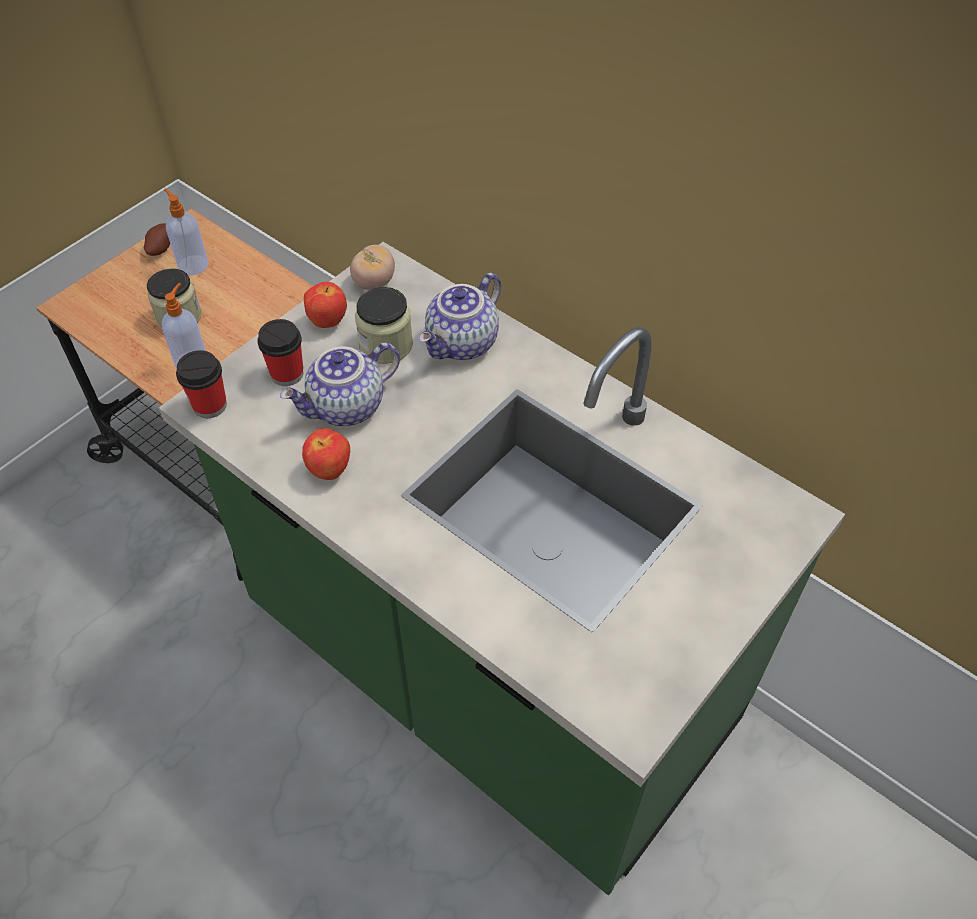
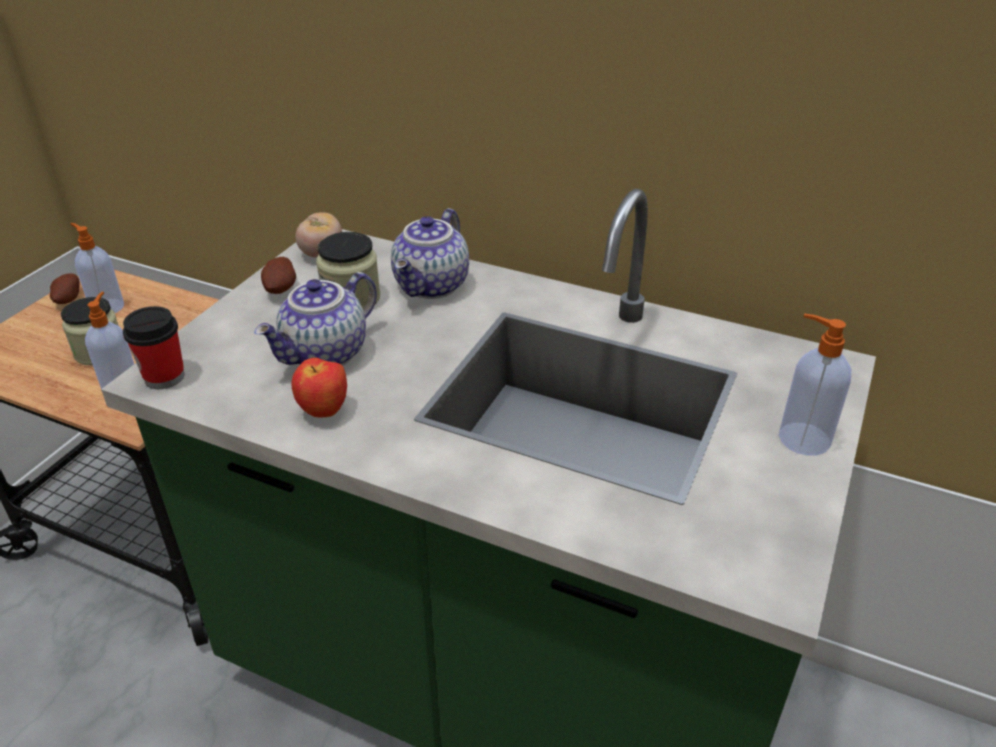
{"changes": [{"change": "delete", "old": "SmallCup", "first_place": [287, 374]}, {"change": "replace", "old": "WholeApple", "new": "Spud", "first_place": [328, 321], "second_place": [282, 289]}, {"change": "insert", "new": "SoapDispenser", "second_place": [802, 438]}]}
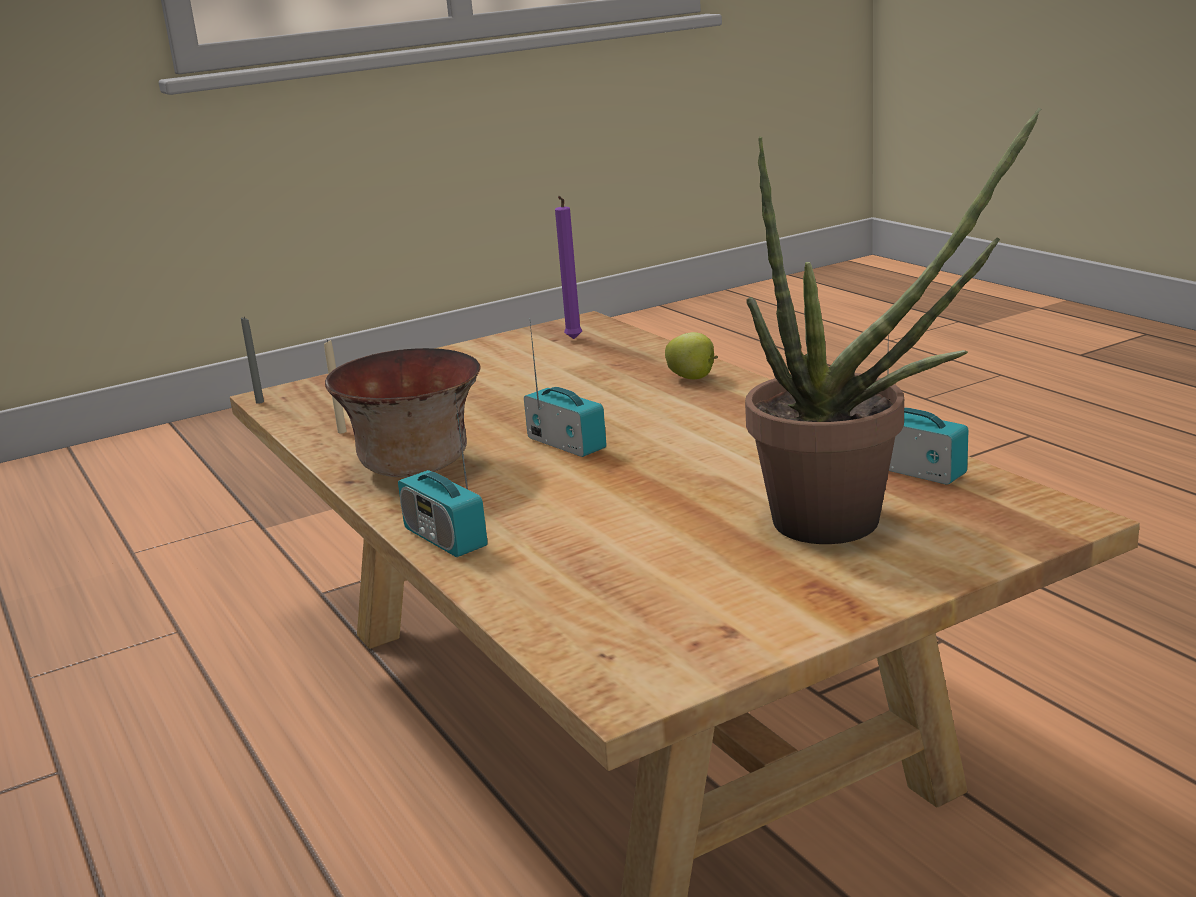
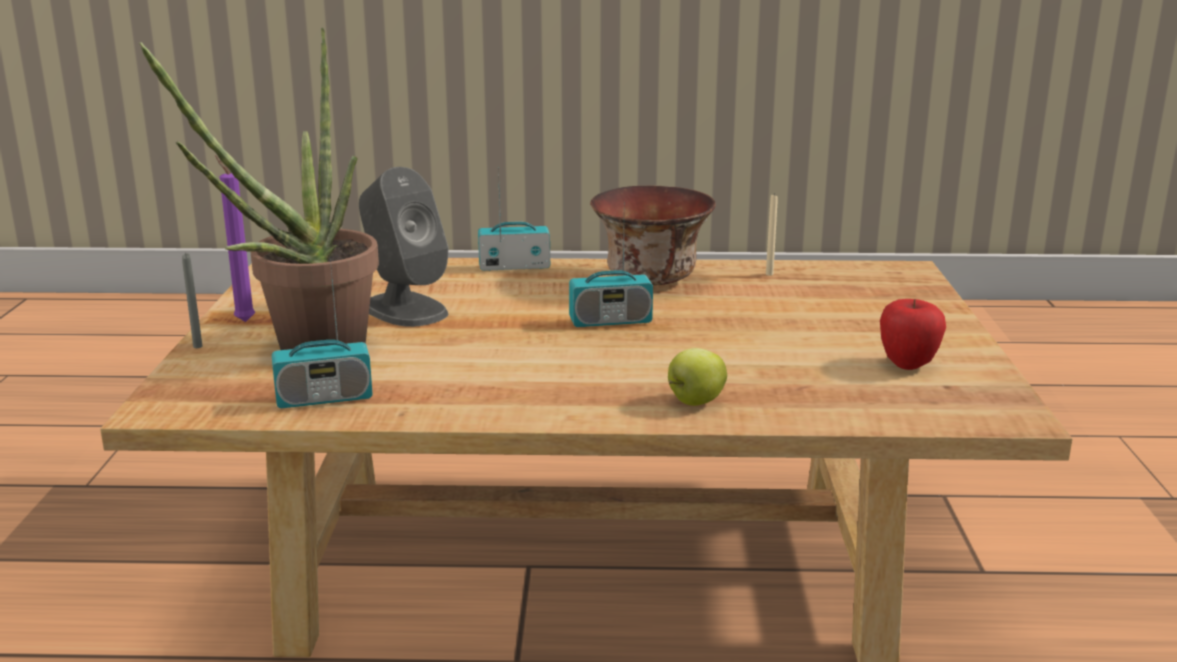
{"changes": [{"change": "move", "old": "GreyishWaxLight", "first_place": [260, 402], "second_place": [197, 346]}, {"change": "move", "old": "PurpleWaxLight", "first_place": [573, 340], "second_place": [243, 321]}, {"change": "insert", "new": "GreyishAudioSpeaker", "second_place": [404, 309]}, {"change": "insert", "new": "WholeApple", "second_place": [908, 364]}]}
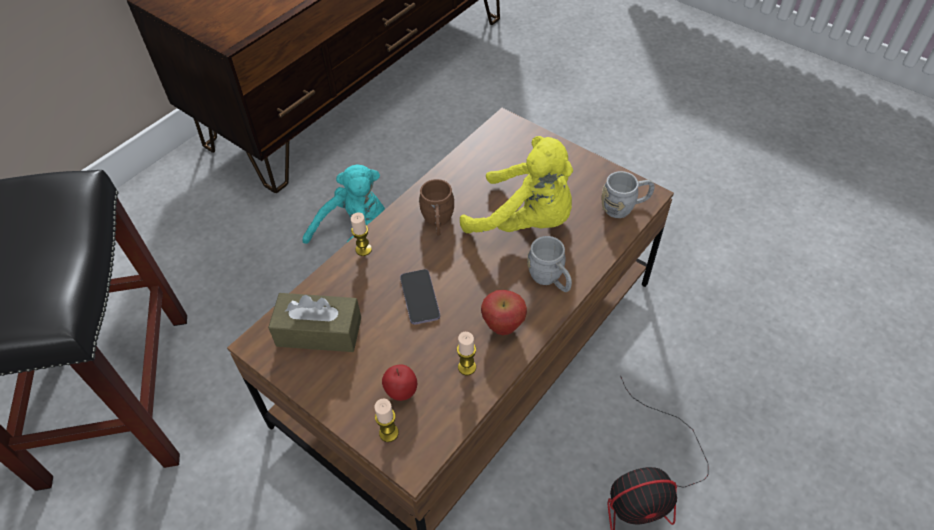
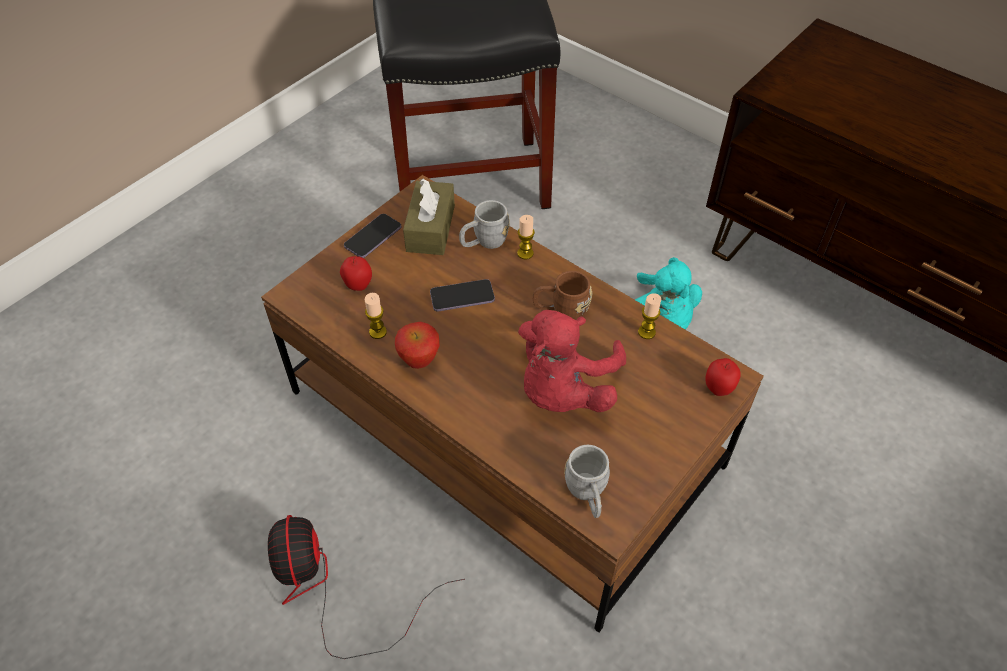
{"changes": [{"change": "move", "old": "WaxLight", "first_place": [389, 433], "second_place": [646, 332]}, {"change": "recolor", "old": "YellowishSoftToy", "new": "RedColouredSoftToy", "first_place": [525, 221], "second_place": [563, 389]}, {"change": "move", "old": "GreyishMug", "first_place": [550, 280], "second_place": [484, 242]}, {"change": "insert", "new": "Phone", "second_place": [373, 237]}, {"change": "insert", "new": "WholeApple", "second_place": [718, 388]}]}
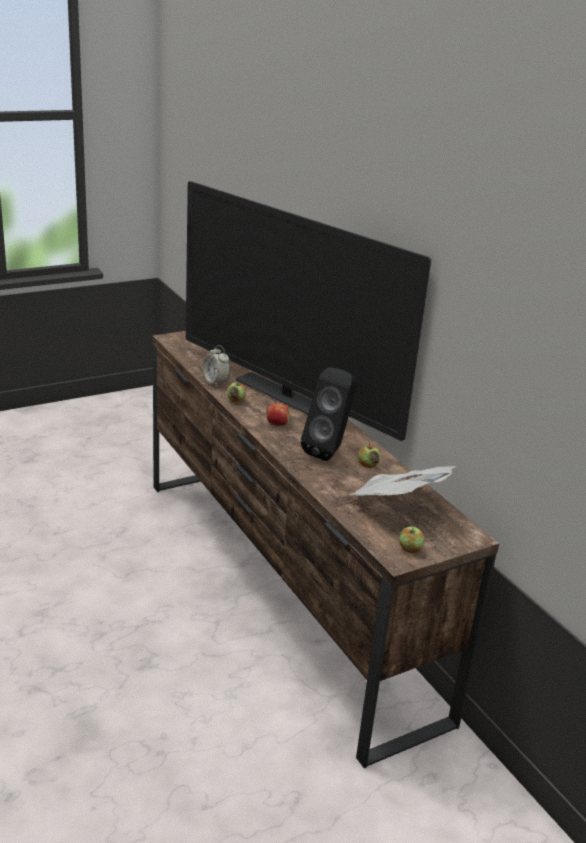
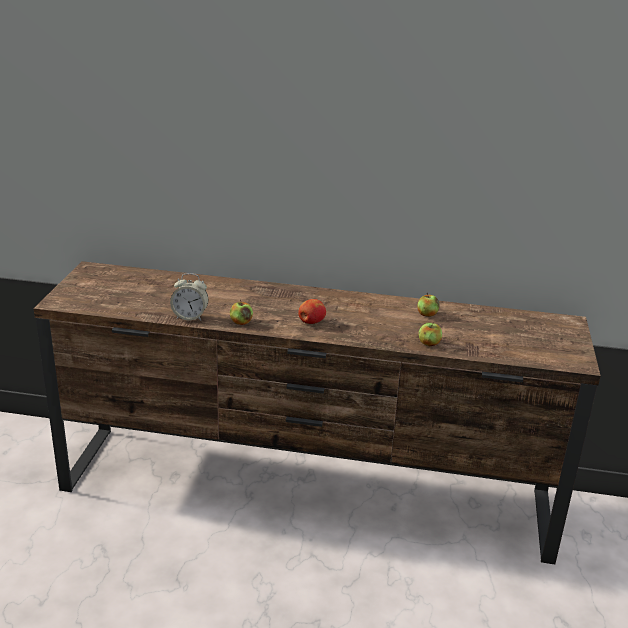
{"changes": [{"change": "delete", "old": "Tv", "first_place": [286, 397]}, {"change": "delete", "old": "BlackAudioSpeaker", "first_place": [329, 451]}, {"change": "delete", "old": "Newspaper", "first_place": [398, 503]}, {"change": "move", "old": "WholeApple", "first_place": [410, 549], "second_place": [429, 343]}]}
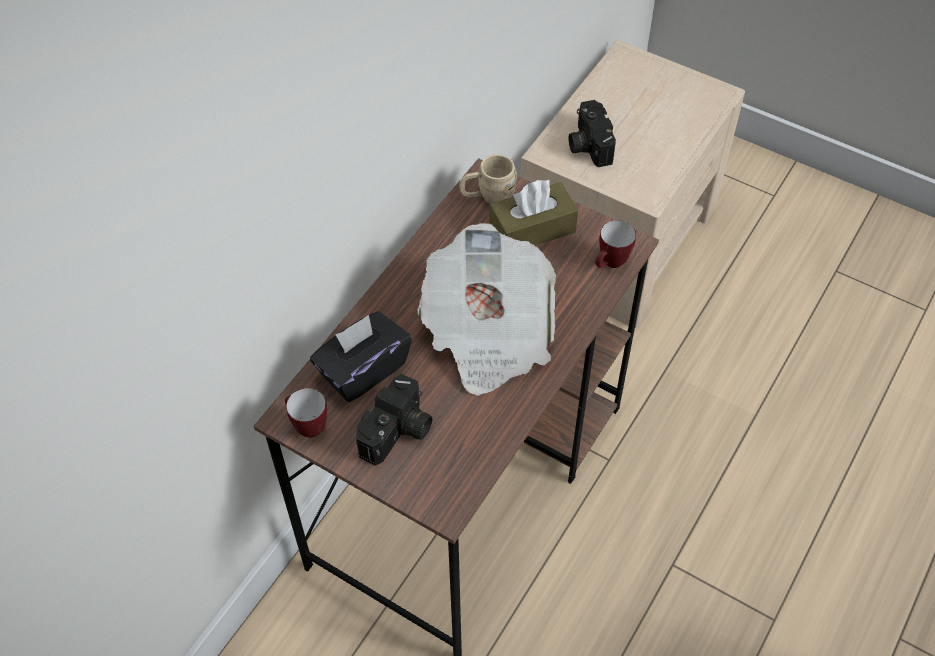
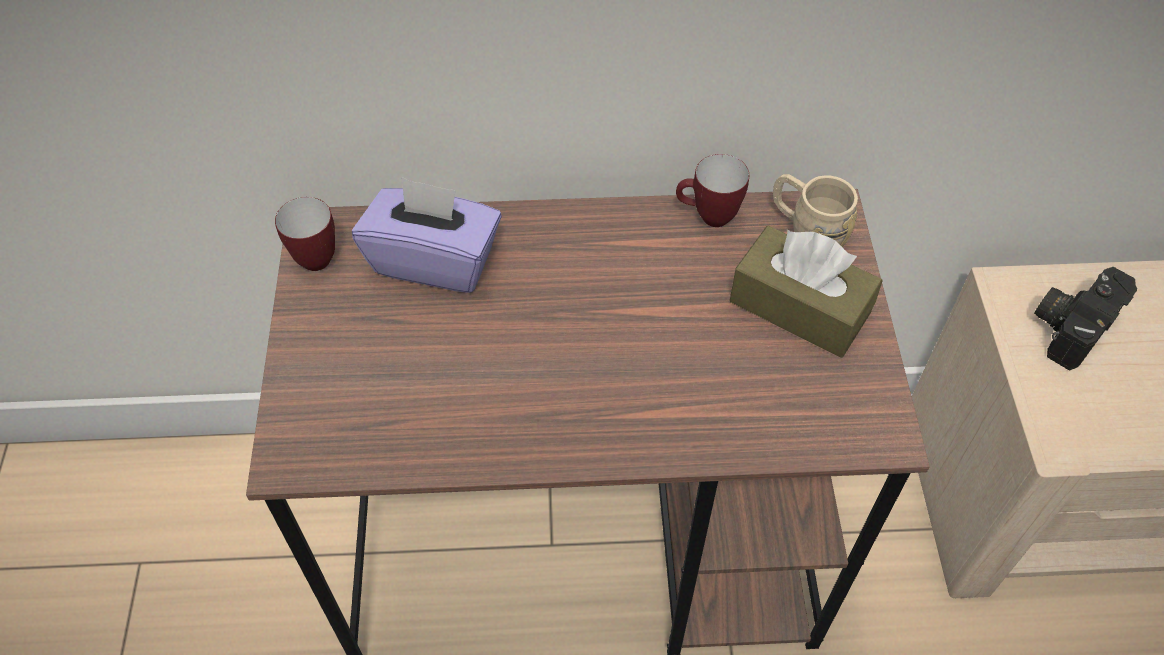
{"changes": [{"change": "recolor", "old": "BlackTissueBox", "new": "PurpleTissueBox", "first_place": [363, 370], "second_place": [435, 260]}, {"change": "delete", "old": "PhotoCamera", "first_place": [398, 433]}, {"change": "delete", "old": "Newspaper", "first_place": [488, 333]}, {"change": "move", "old": "Mug", "first_place": [610, 264], "second_place": [707, 217]}]}
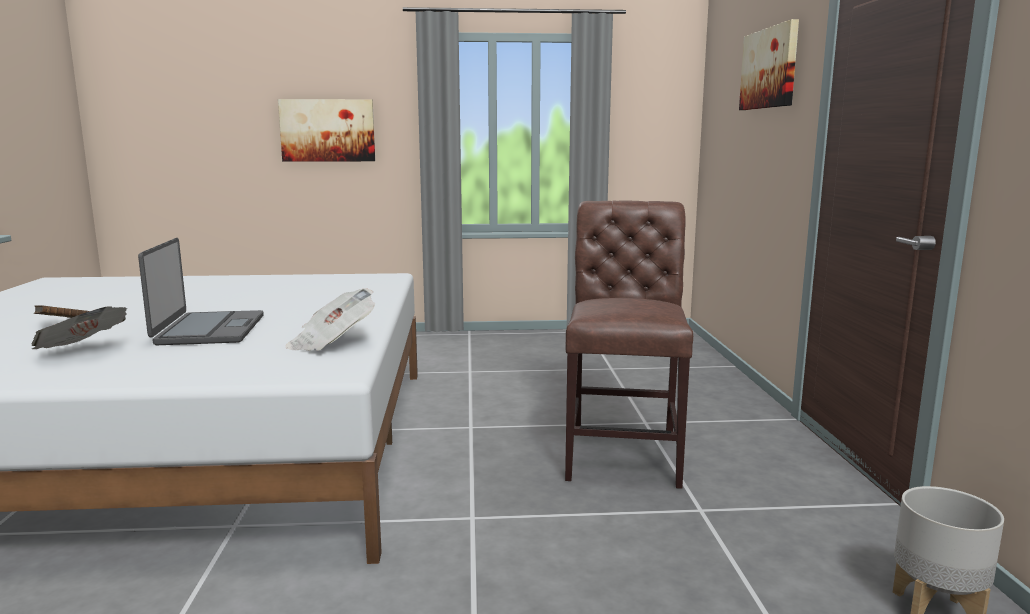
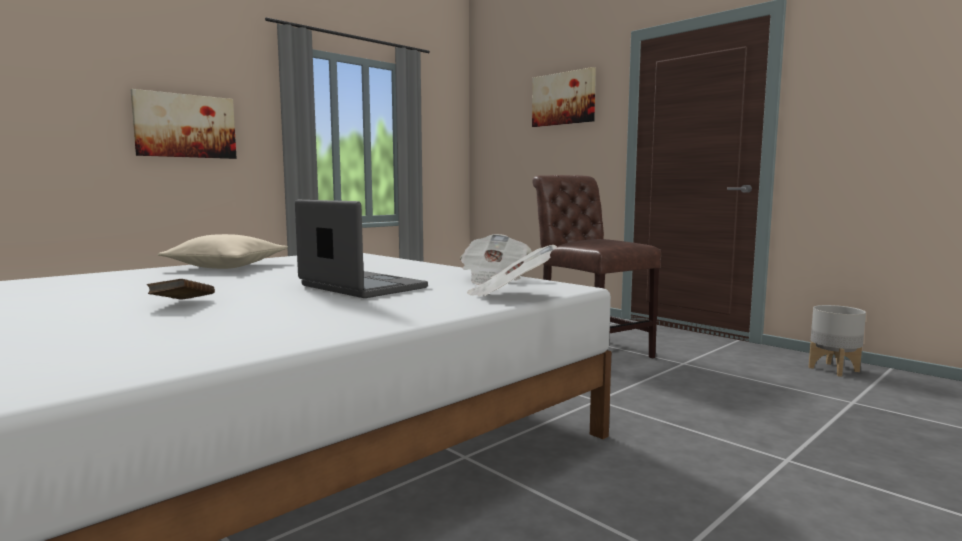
{"changes": [{"change": "move", "old": "Newspaper", "first_place": [83, 352], "second_place": [510, 295]}, {"change": "insert", "new": "BeigePillow", "second_place": [227, 266]}]}
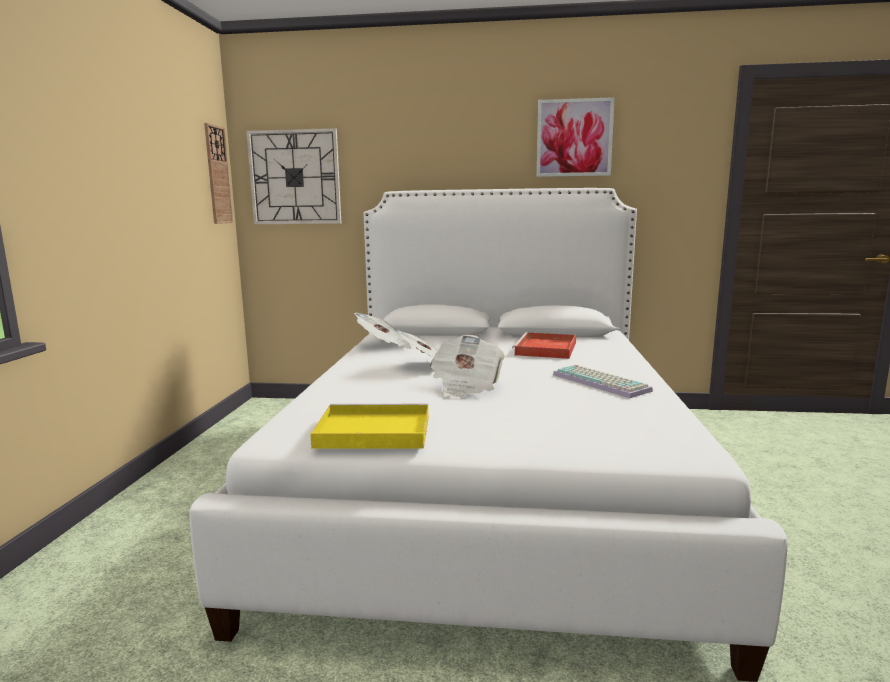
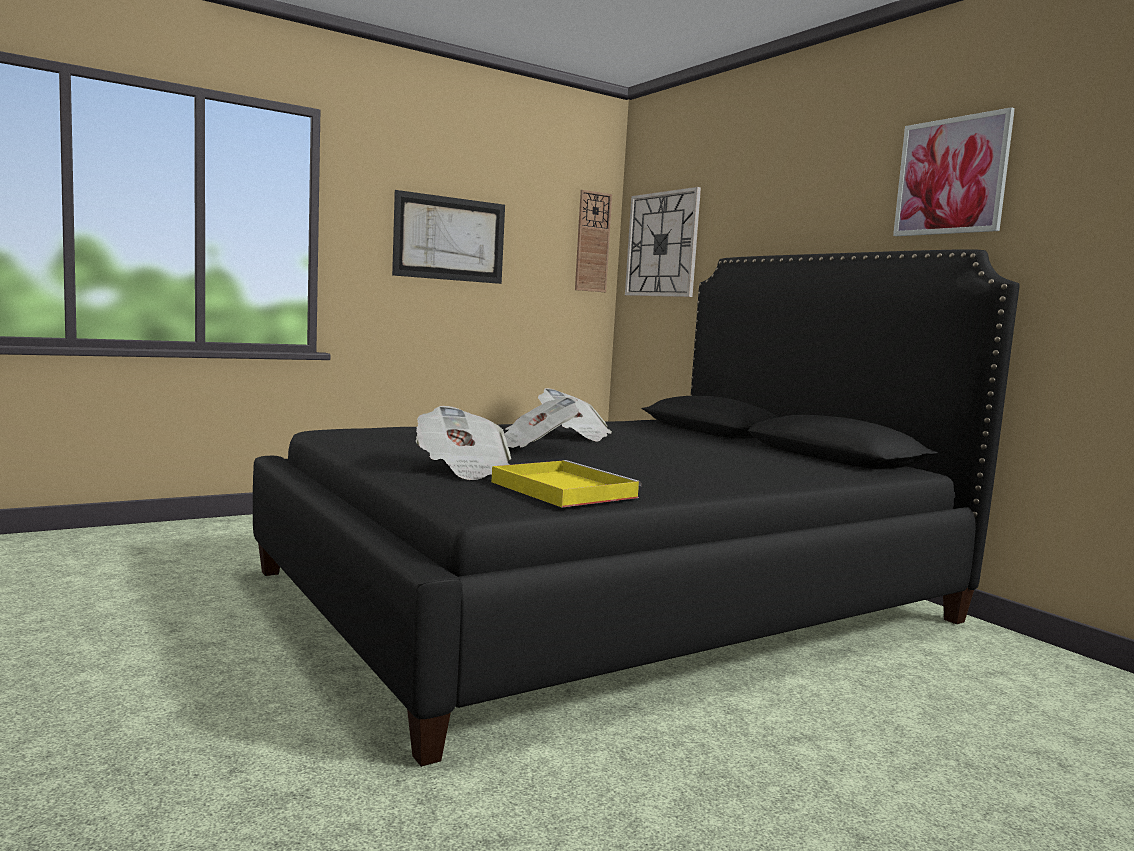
{"changes": [{"change": "recolor", "old": "WhiteColouredBedroomBed", "new": "BlackBedroomBed", "first_place": [486, 484], "second_place": [609, 596]}, {"change": "move", "old": "YellowishTray", "first_place": [371, 431], "second_place": [561, 489]}, {"change": "move", "old": "Newspaper", "first_place": [385, 346], "second_place": [463, 470]}, {"change": "delete", "old": "RedColouredTray", "first_place": [546, 349]}, {"change": "delete", "old": "Keyboard", "first_place": [602, 382]}, {"change": "insert", "new": "WallPicture", "second_place": [450, 239]}]}
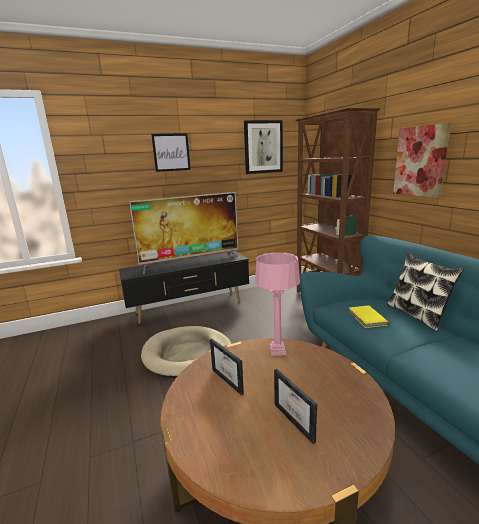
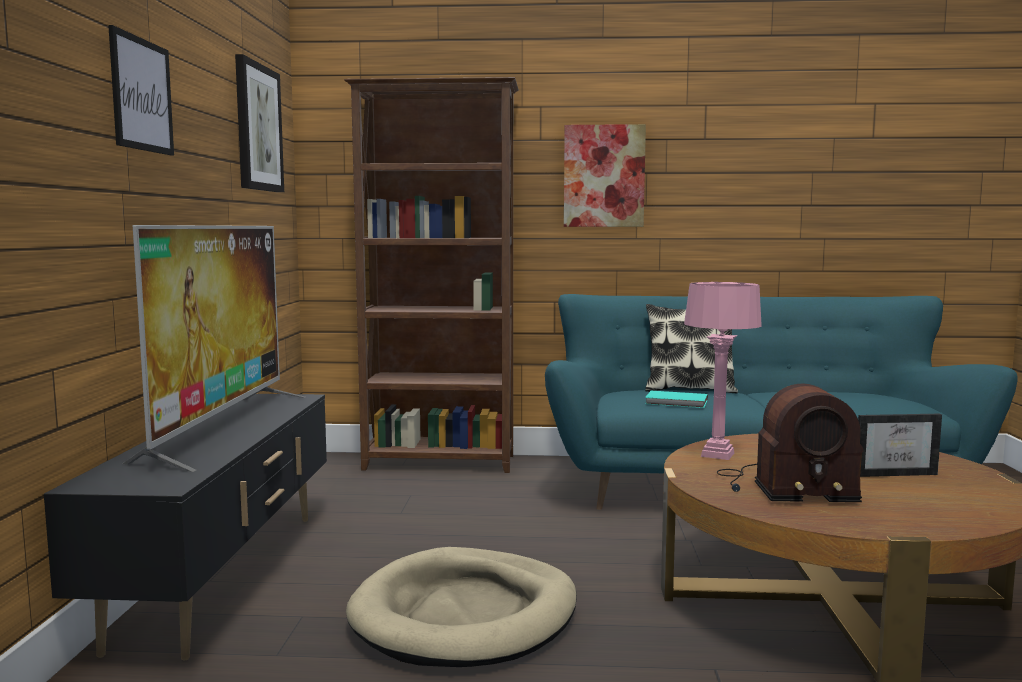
{"changes": [{"change": "replace", "old": "StandingFrame", "new": "RadioSet", "first_place": [232, 379], "second_place": [783, 487]}, {"change": "recolor", "old": "YellowishVolume", "new": "BlueGreenVolume", "first_place": [366, 318], "second_place": [677, 402]}]}
